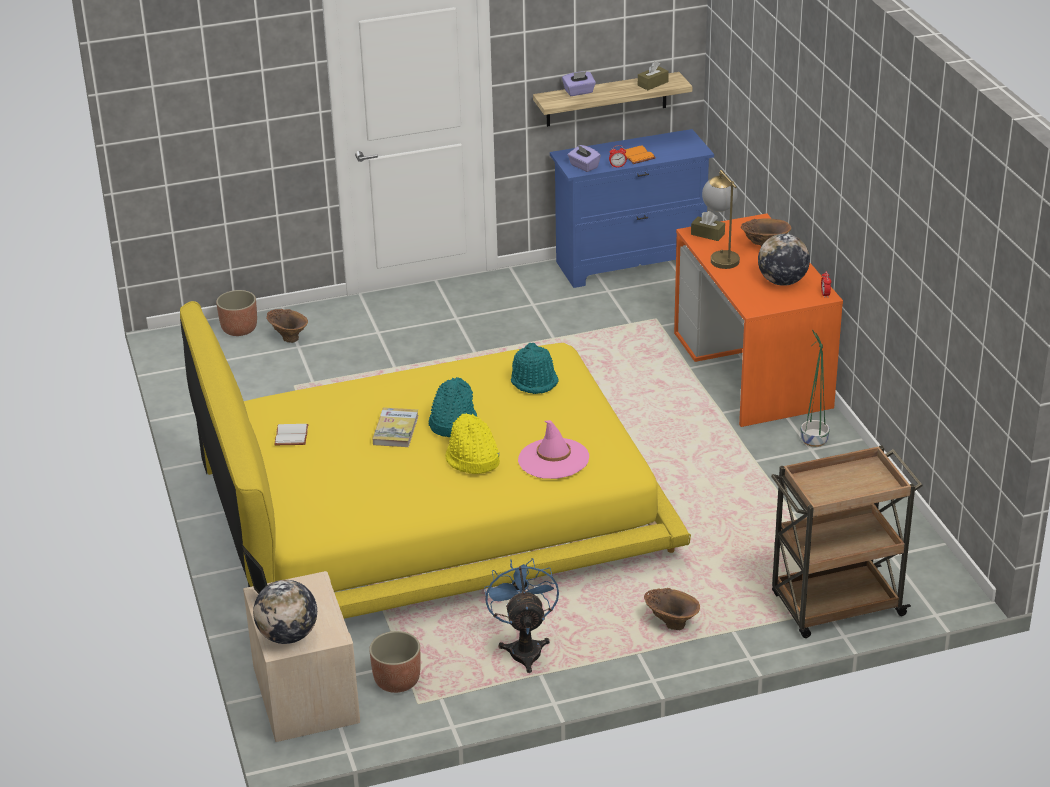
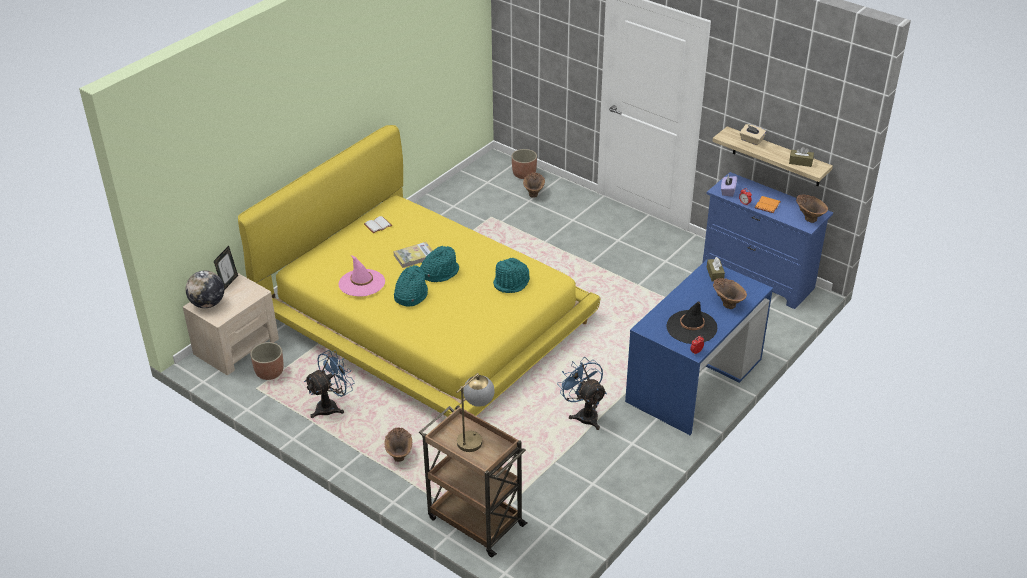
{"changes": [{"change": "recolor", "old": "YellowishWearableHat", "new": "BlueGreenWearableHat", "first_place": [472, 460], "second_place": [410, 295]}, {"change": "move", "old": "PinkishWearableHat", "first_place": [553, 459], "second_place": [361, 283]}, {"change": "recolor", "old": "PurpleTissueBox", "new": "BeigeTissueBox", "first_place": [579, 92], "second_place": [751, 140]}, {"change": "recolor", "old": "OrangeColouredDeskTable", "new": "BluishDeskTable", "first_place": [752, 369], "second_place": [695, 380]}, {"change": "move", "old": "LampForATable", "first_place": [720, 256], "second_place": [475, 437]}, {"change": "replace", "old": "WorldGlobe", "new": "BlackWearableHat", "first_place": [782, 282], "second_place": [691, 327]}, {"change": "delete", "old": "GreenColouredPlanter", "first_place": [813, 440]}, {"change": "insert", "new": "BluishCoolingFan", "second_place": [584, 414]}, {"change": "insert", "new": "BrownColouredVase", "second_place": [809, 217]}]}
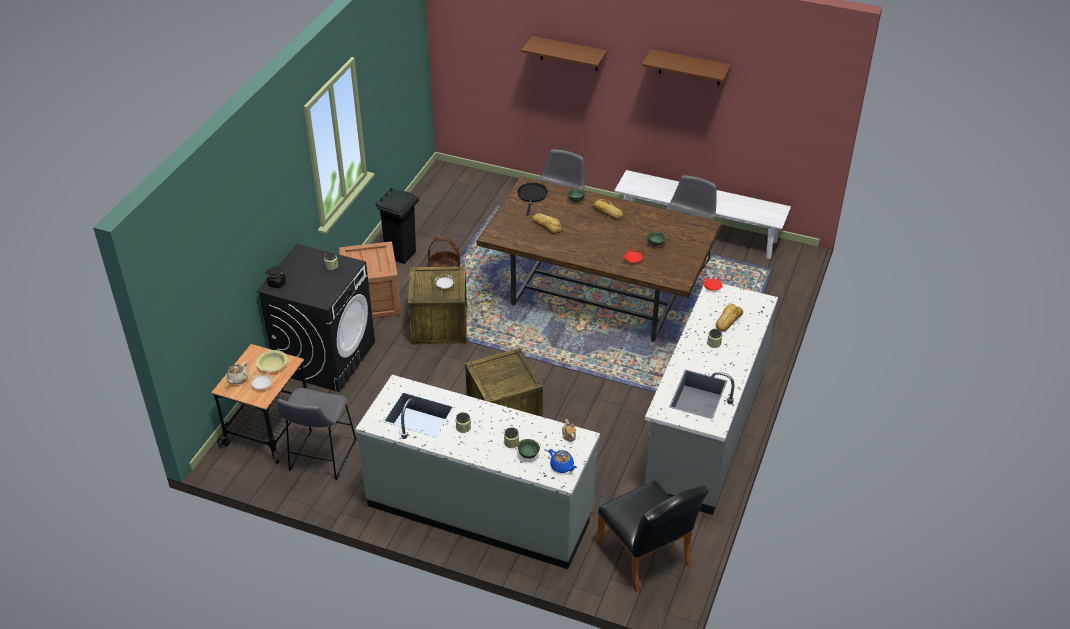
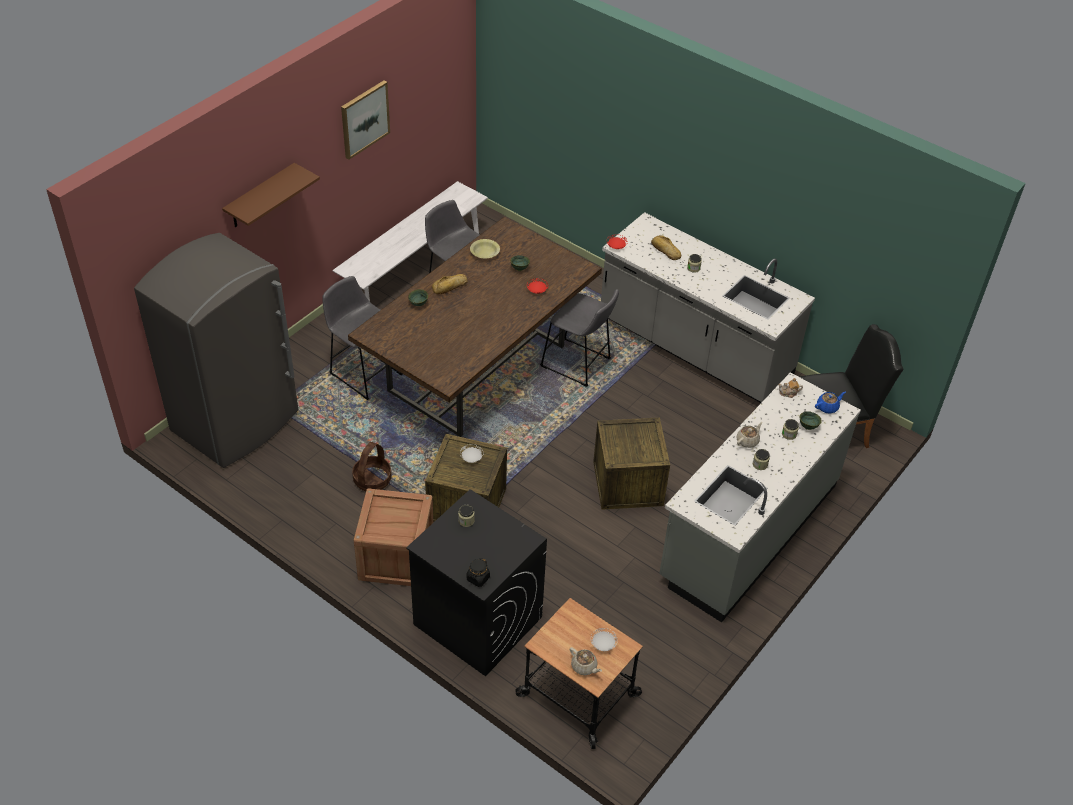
{"changes": [{"change": "move", "old": "YellowishDeepDish", "first_place": [272, 365], "second_place": [485, 253]}, {"change": "move", "old": "GreyishSittingStool", "first_place": [321, 458], "second_place": [578, 364]}, {"change": "delete", "old": "BlackWasteBin", "first_place": [401, 255]}, {"change": "delete", "old": "BlackPan", "first_place": [532, 196]}, {"change": "delete", "old": "Bread", "first_place": [547, 225]}, {"change": "replace", "old": "BrownColouredBracketShelf", "new": "WallPicture", "first_place": [689, 67], "second_place": [364, 119]}, {"change": "insert", "new": "GreyishFridge", "second_place": [236, 422]}, {"change": "insert", "new": "BeigePotForTea", "second_place": [747, 441]}]}
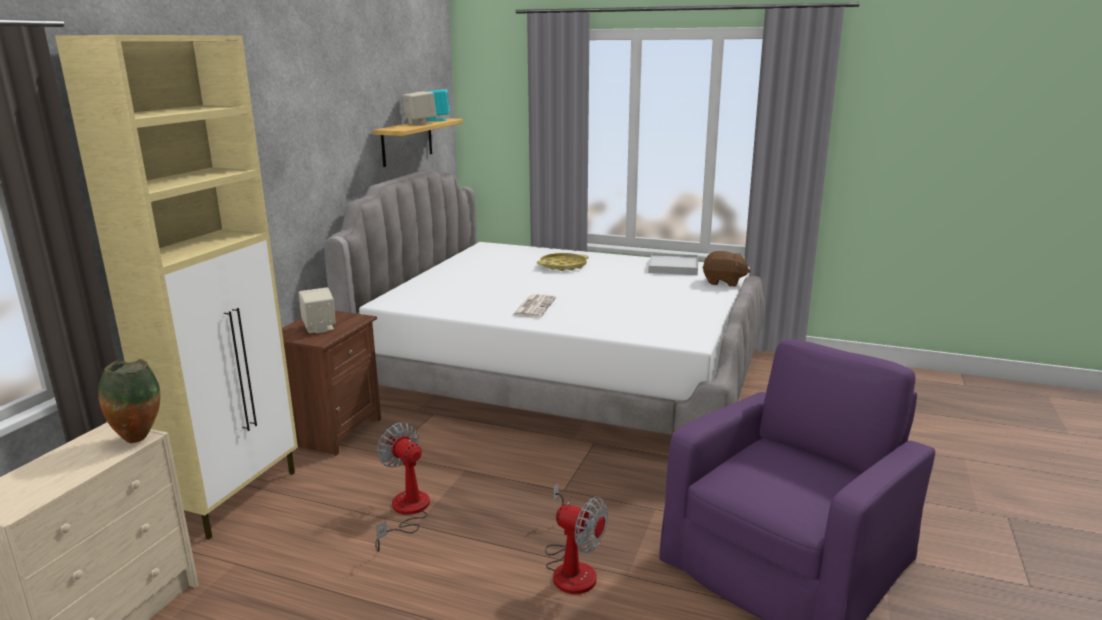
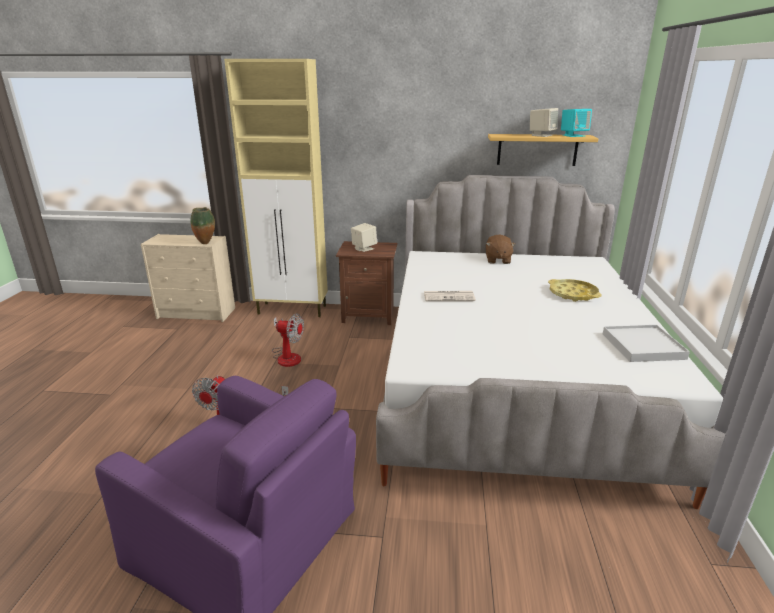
{"changes": [{"change": "rotate", "old": "CoolingFan", "first_place": [406, 512], "second_place": [287, 356], "degrees": 75}, {"change": "move", "old": "BrownColouredSoftToy", "first_place": [723, 282], "second_place": [497, 260]}]}
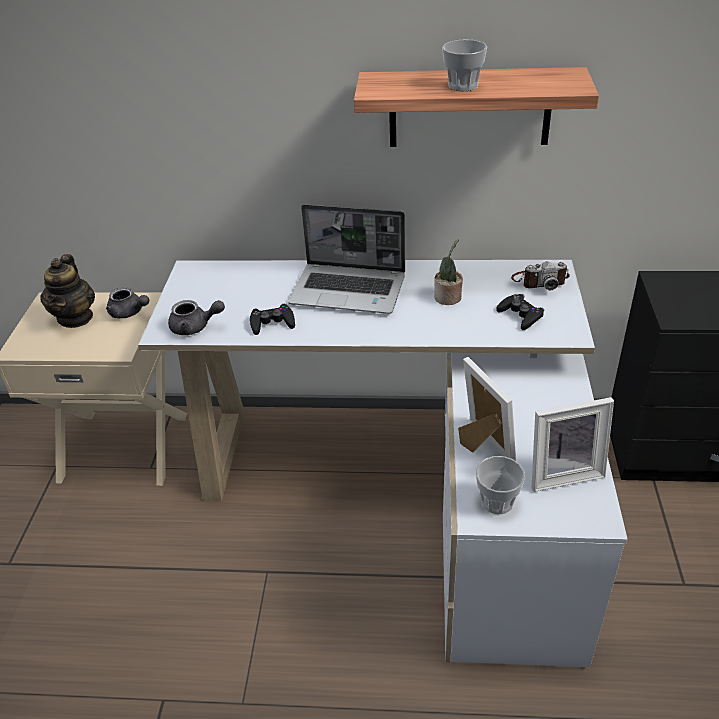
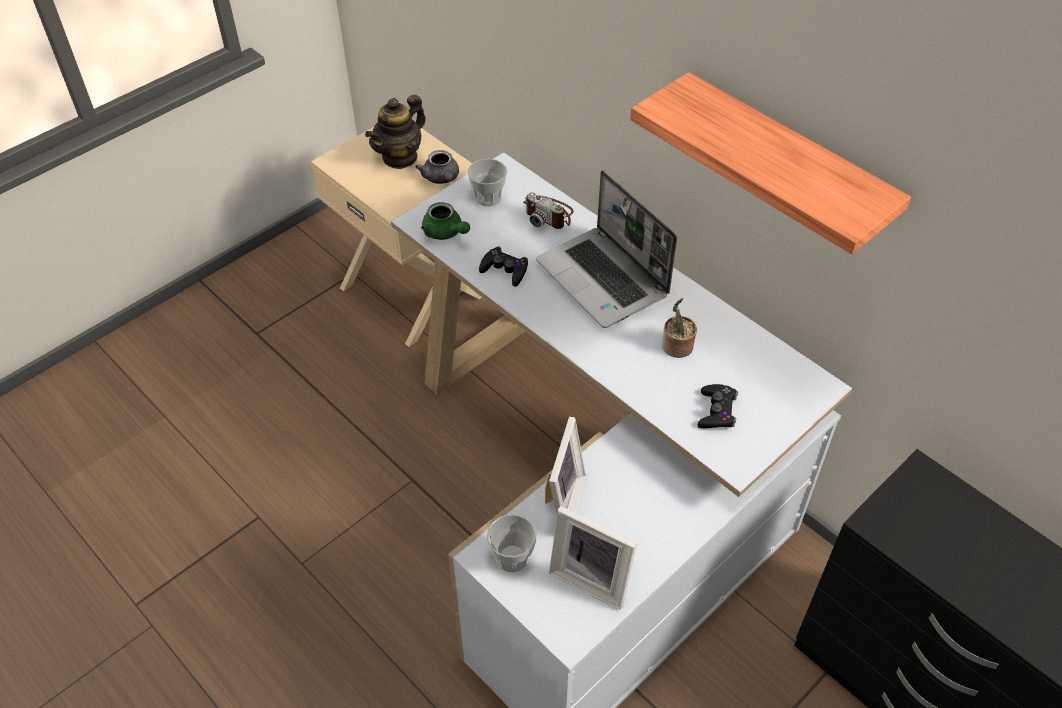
{"changes": [{"change": "recolor", "old": "GreyishPotForTea", "new": "GreenColouredPotForTea", "first_place": [195, 327], "second_place": [445, 233]}, {"change": "move", "old": "SmallCup", "first_place": [463, 86], "second_place": [488, 197]}, {"change": "move", "old": "PhotoCamera", "first_place": [539, 281], "second_place": [549, 214]}]}
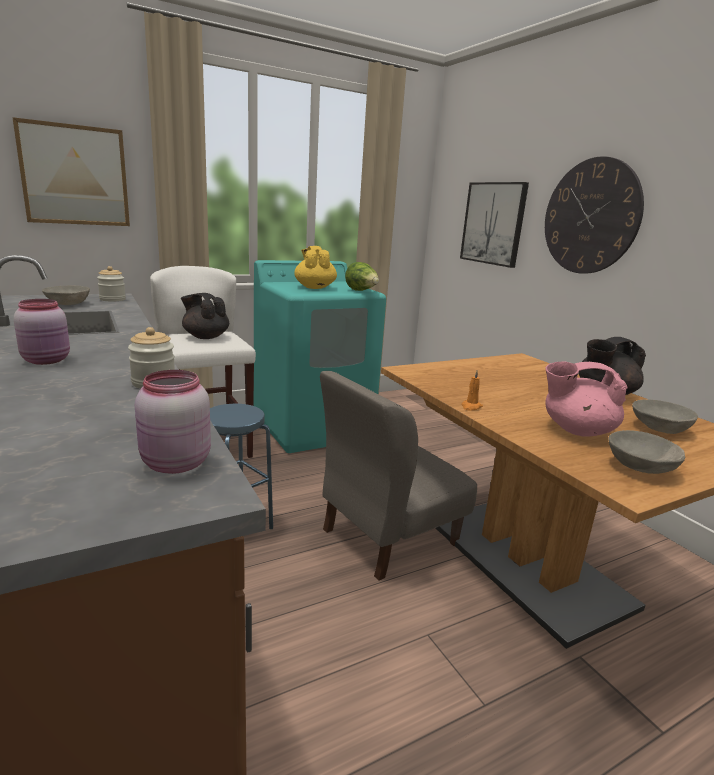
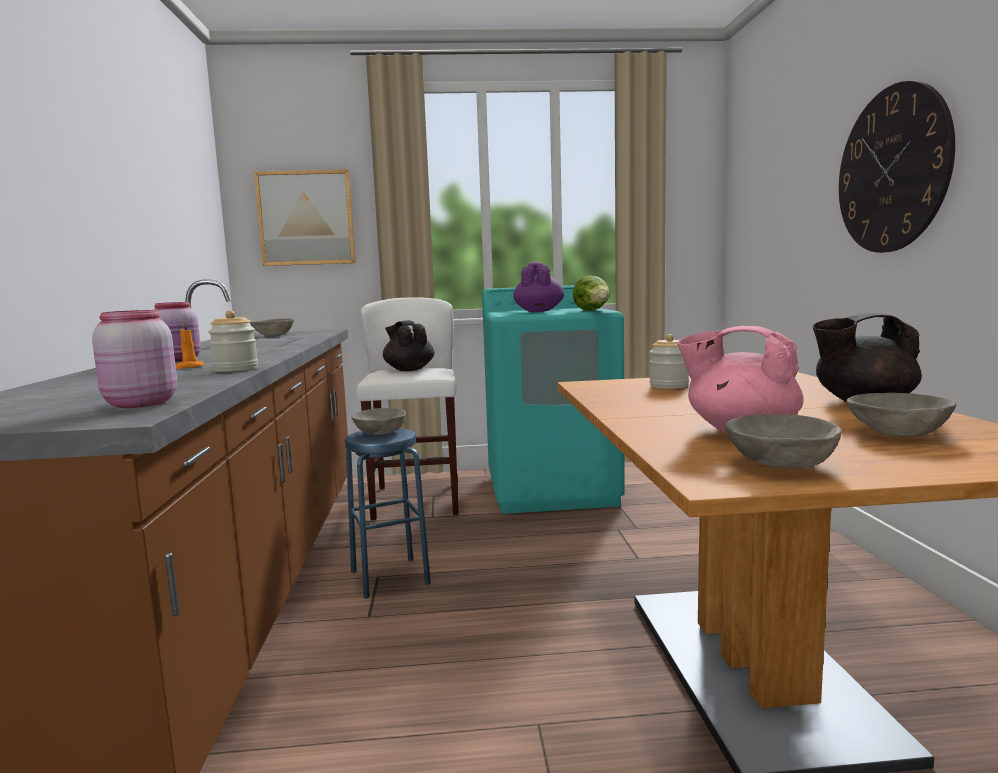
{"changes": [{"change": "move", "old": "Jar", "first_place": [112, 299], "second_place": [669, 386]}, {"change": "recolor", "old": "YellowishPotForTea", "new": "PurplePotForTea", "first_place": [314, 287], "second_place": [539, 311]}, {"change": "delete", "old": "GreyishChair", "first_place": [388, 536]}, {"change": "delete", "old": "WallPicture", "first_place": [493, 223]}, {"change": "move", "old": "OrangeColouredWaxLight", "first_place": [471, 407], "second_place": [188, 367]}, {"change": "insert", "new": "GreyishDeepDish", "second_place": [380, 433]}]}
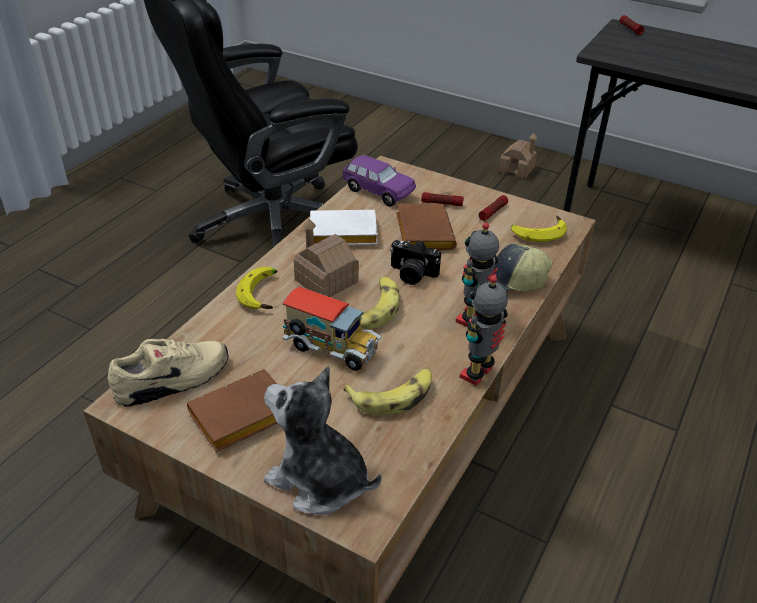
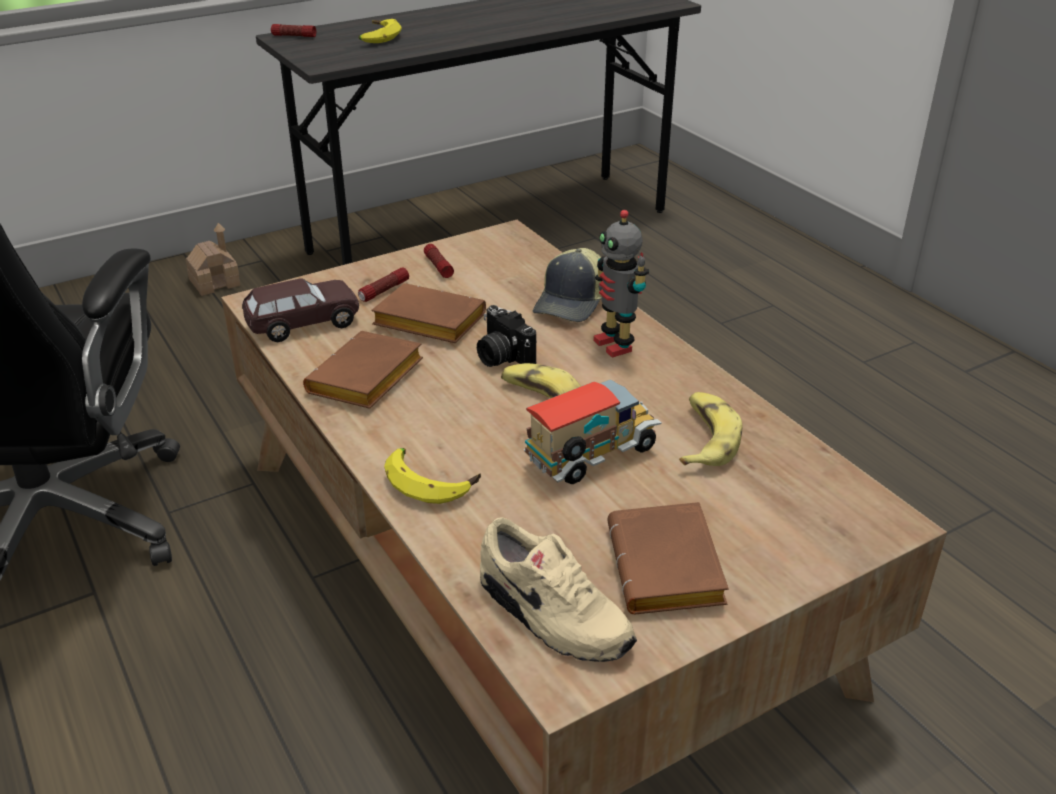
{"changes": [{"change": "rotate", "old": "BeigeLowShoe", "first_place": [173, 381], "second_place": [551, 616], "degrees": 135}, {"change": "delete", "old": "SoftToy", "first_place": [319, 480]}, {"change": "delete", "old": "ToyHouse", "first_place": [326, 281]}, {"change": "recolor", "old": "WhiteColouredVolume", "new": "BrownColouredVolume", "first_place": [341, 235], "second_place": [366, 381]}, {"change": "recolor", "old": "PurpleToyCar", "new": "BrownColouredToyCar", "first_place": [378, 191], "second_place": [303, 324]}, {"change": "rotate", "old": "PhotoCamera", "first_place": [412, 275], "second_place": [502, 357], "degrees": 90}, {"change": "delete", "old": "RobotFigure", "first_place": [478, 374]}, {"change": "move", "old": "WholeBanana", "first_place": [537, 232], "second_place": [376, 37]}]}
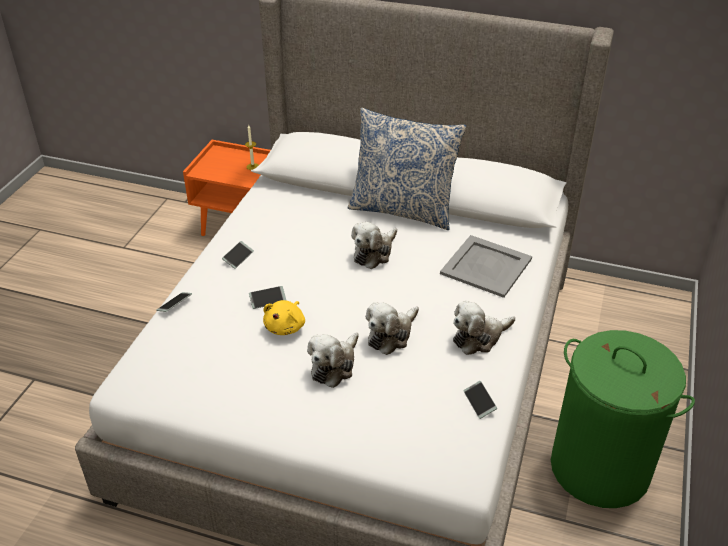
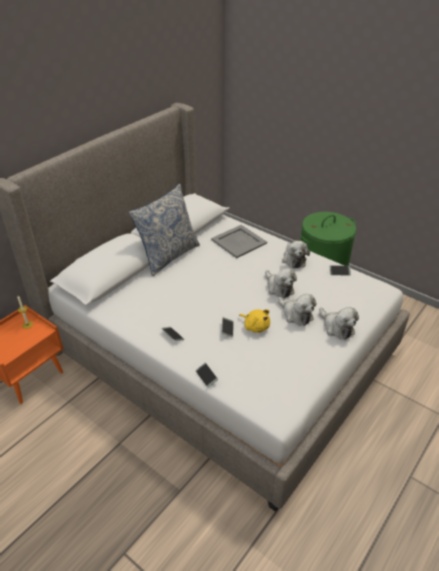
{"changes": [{"change": "move", "old": "SoftToy", "first_place": [374, 253], "second_place": [336, 327]}]}
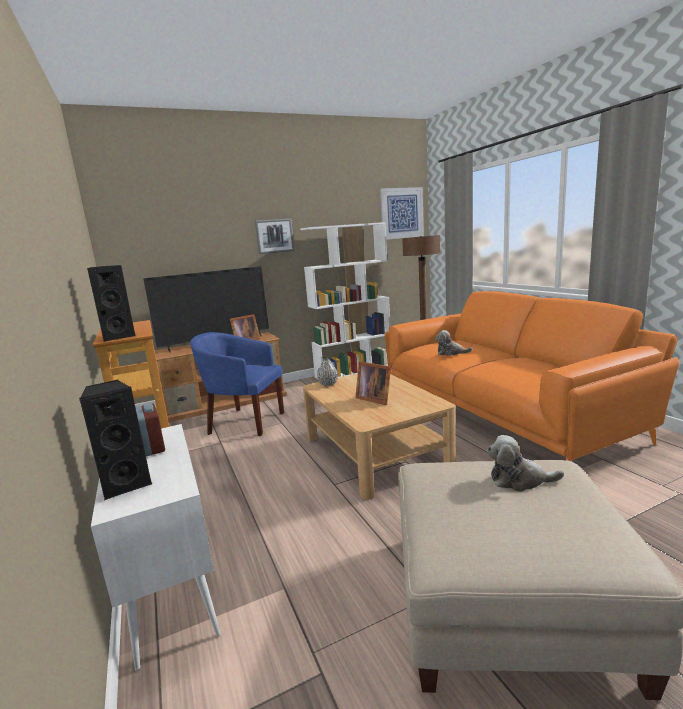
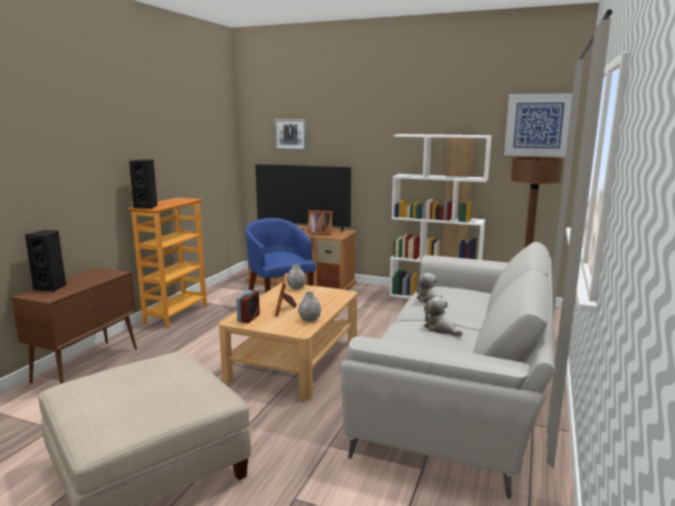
{"changes": [{"change": "recolor", "old": "WhiteColouredCupboard", "new": "BrownColouredCupboard", "first_place": [172, 588], "second_place": [87, 364]}, {"change": "move", "old": "TableClock", "first_place": [153, 447], "second_place": [248, 318]}, {"change": "move", "old": "WallPicture", "first_place": [274, 236], "second_place": [290, 134]}, {"change": "recolor", "old": "OrangeColouredCouch", "new": "GreyishCouch", "first_place": [502, 410], "second_place": [461, 387]}, {"change": "move", "old": "SoftToy", "first_place": [519, 480], "second_place": [441, 329]}, {"change": "insert", "new": "GreyishVase", "second_place": [309, 319]}]}
